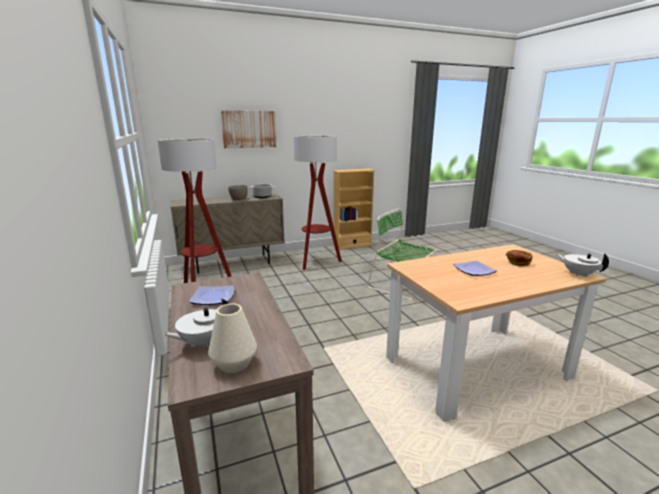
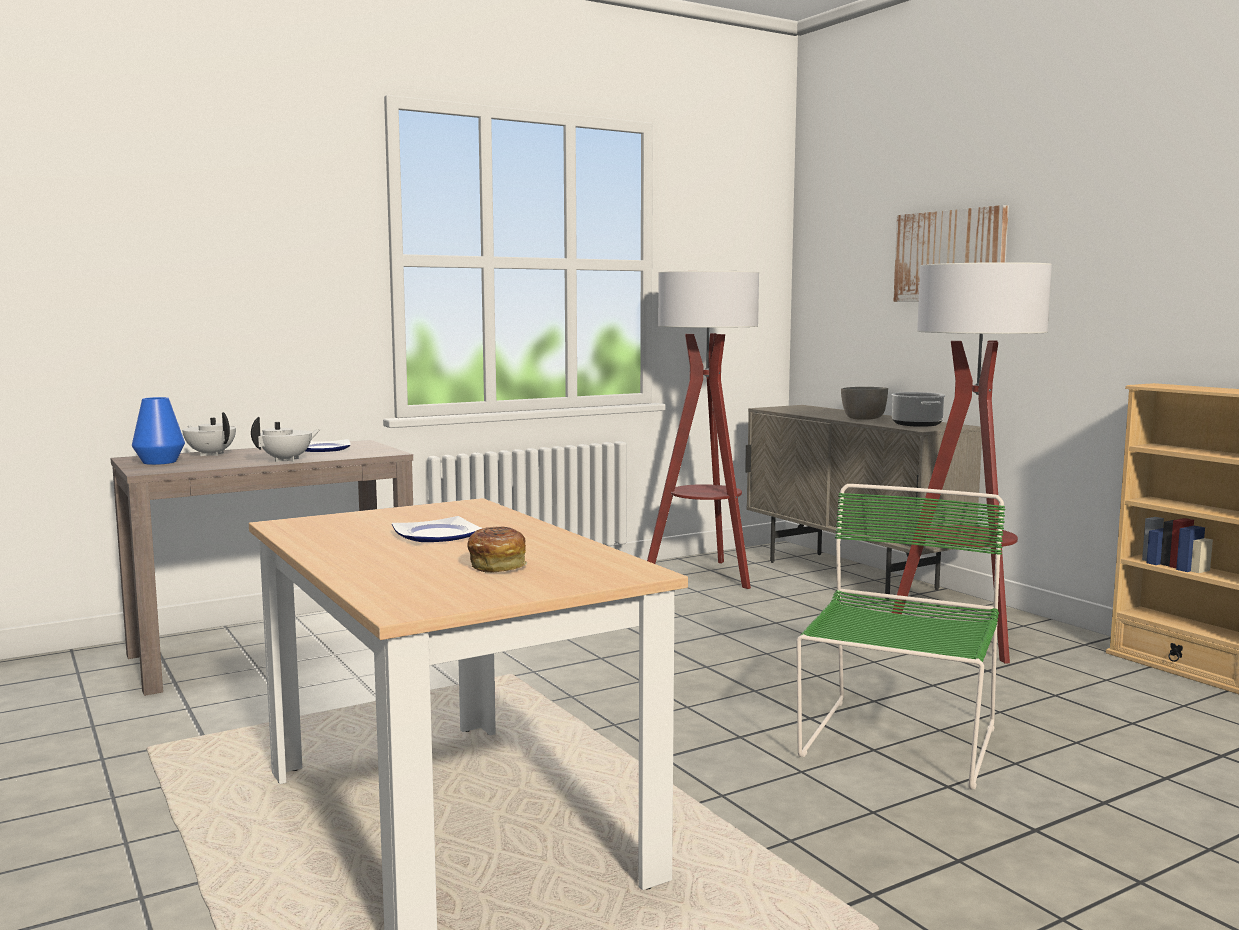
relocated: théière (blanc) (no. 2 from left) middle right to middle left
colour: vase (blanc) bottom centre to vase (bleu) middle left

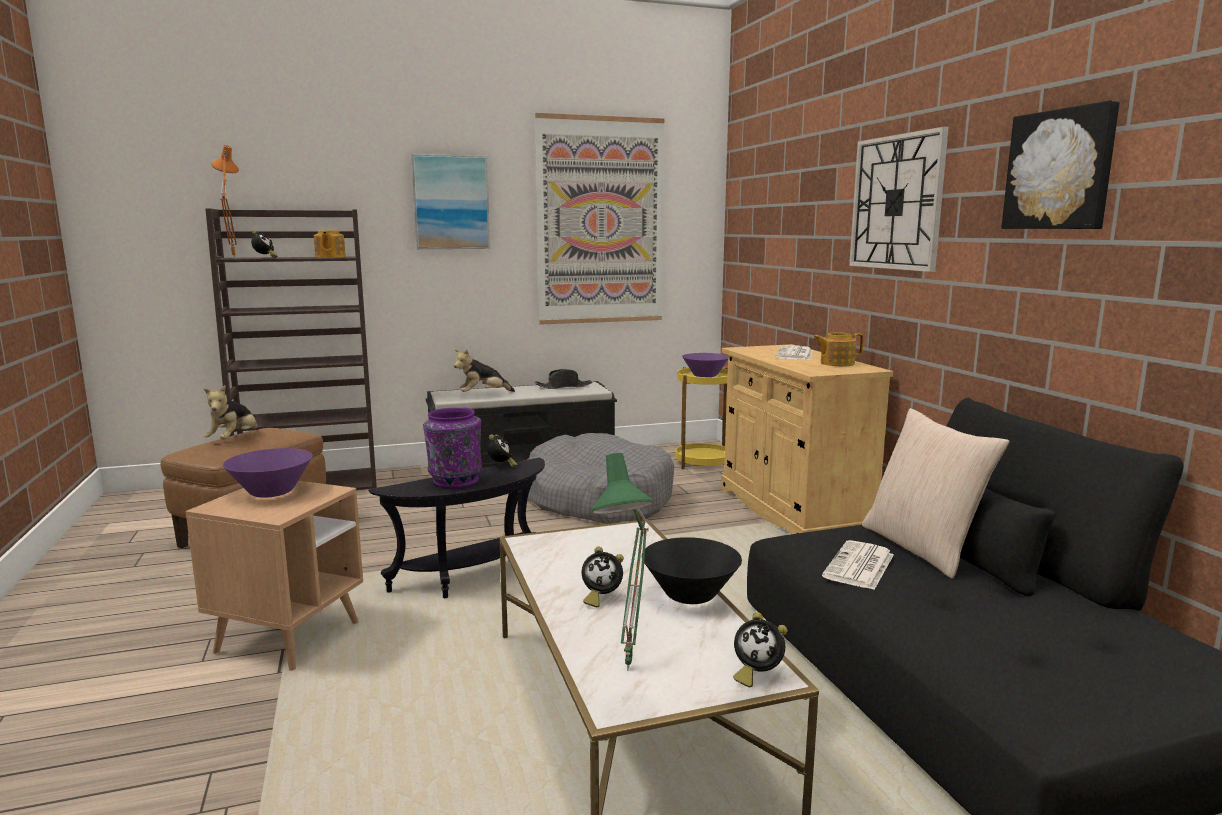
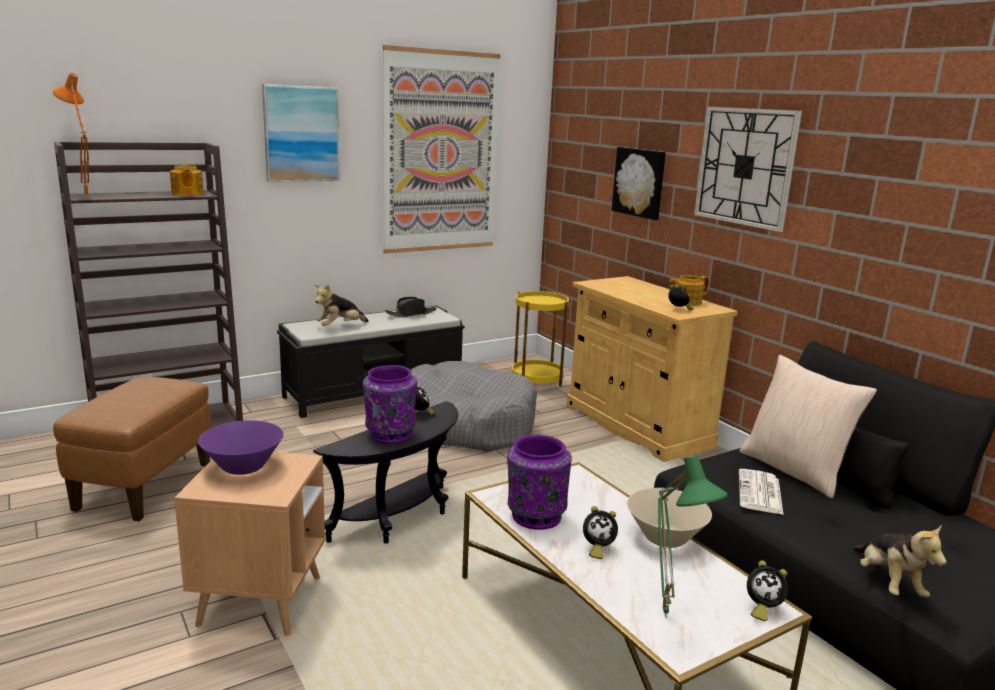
missing: journal (no. 1 from left) centre; bol (violet) (no. 2 from left) centre
appeared: vase (violet) (no. 2 from left) bottom centre
relocated: tableau (no. 3 from left) top right to top centre; réveil (no. 1 from left in the first image) top left to réveil (no. 3 from left) middle right; peluche (no. 1 from left in the first image) middle left to peluche (no. 2 from left) bottom right
colour: bol (noir) bottom centre to bol (beige) bottom right

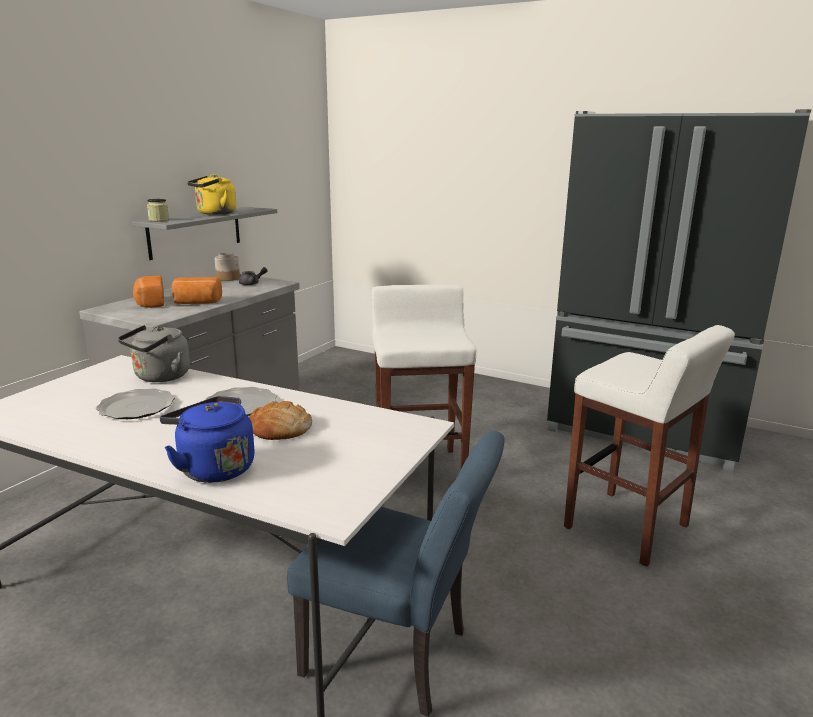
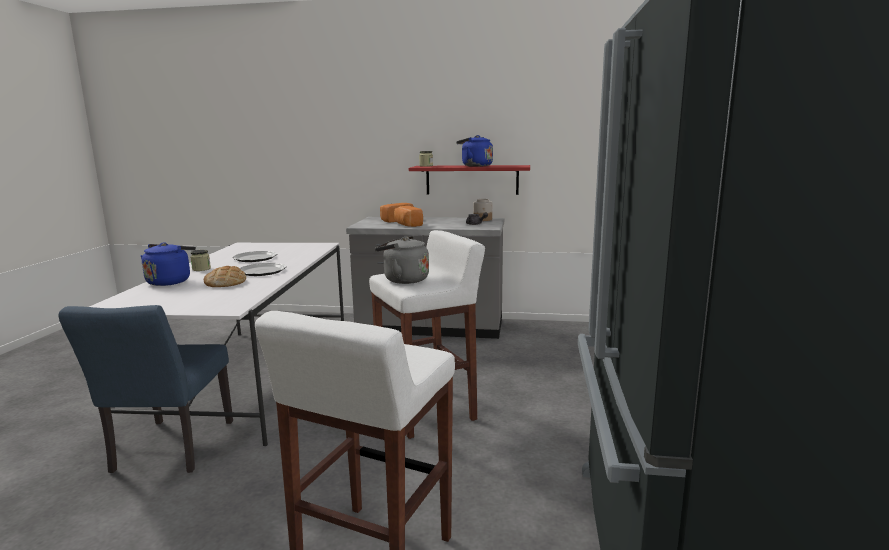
appeared: bocal (no. 1 from left) middle left
relocated: bouilloire (gris) middle left to centre
colour: bouilloire (jaune) top left to bouilloire (bleu) (no. 2 from left) top centre; étagère (gris) top left to étagère (rouge) top centre

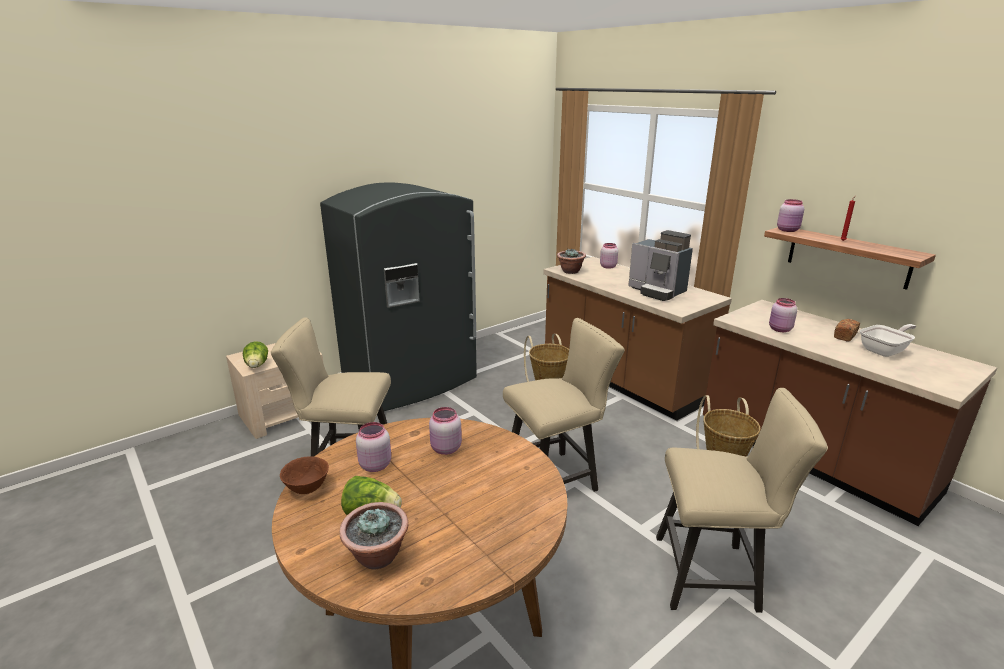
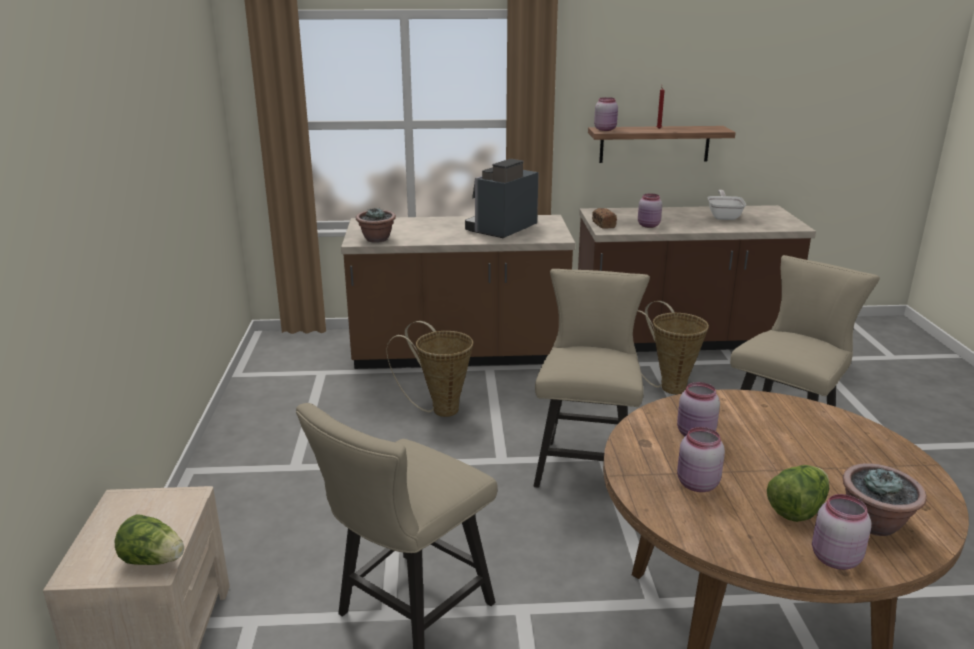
missing: réfrigérateur (gris) centre; bol (marron) bottom left
relocated: bocal (rose) (no. 3 from left in the first image) centre to bocal (rose) (no. 5 from left) bottom right; pain middle right to centre
spun: machine à café centre = top centre 135 degrees clockwise

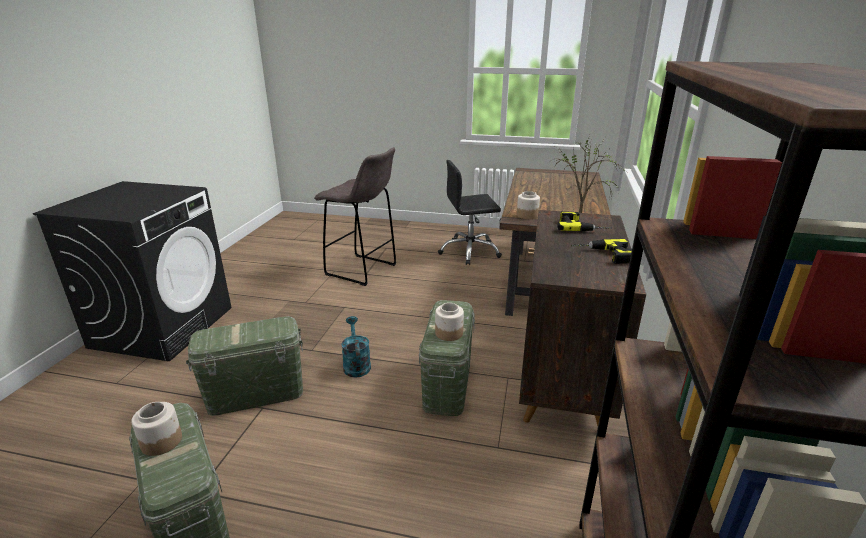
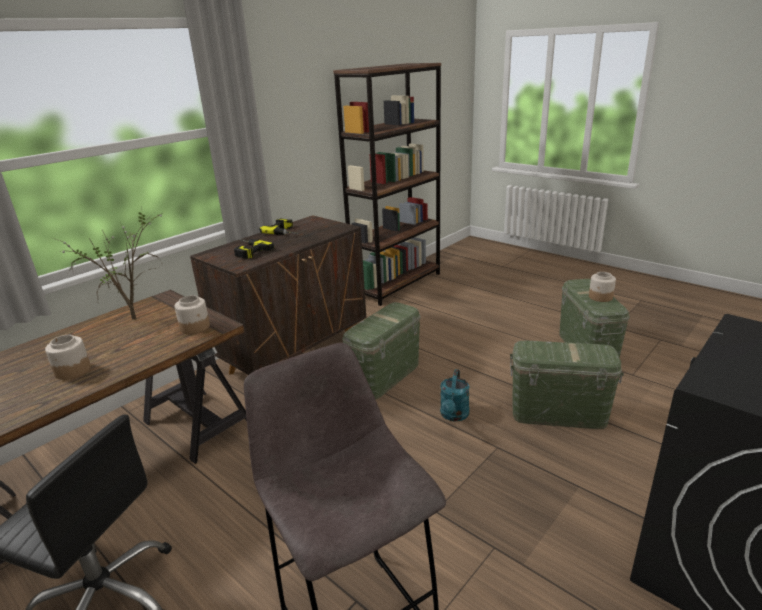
relocated: bocal (no. 2 from left in the first image) centre to bocal (no. 1 from left) middle left

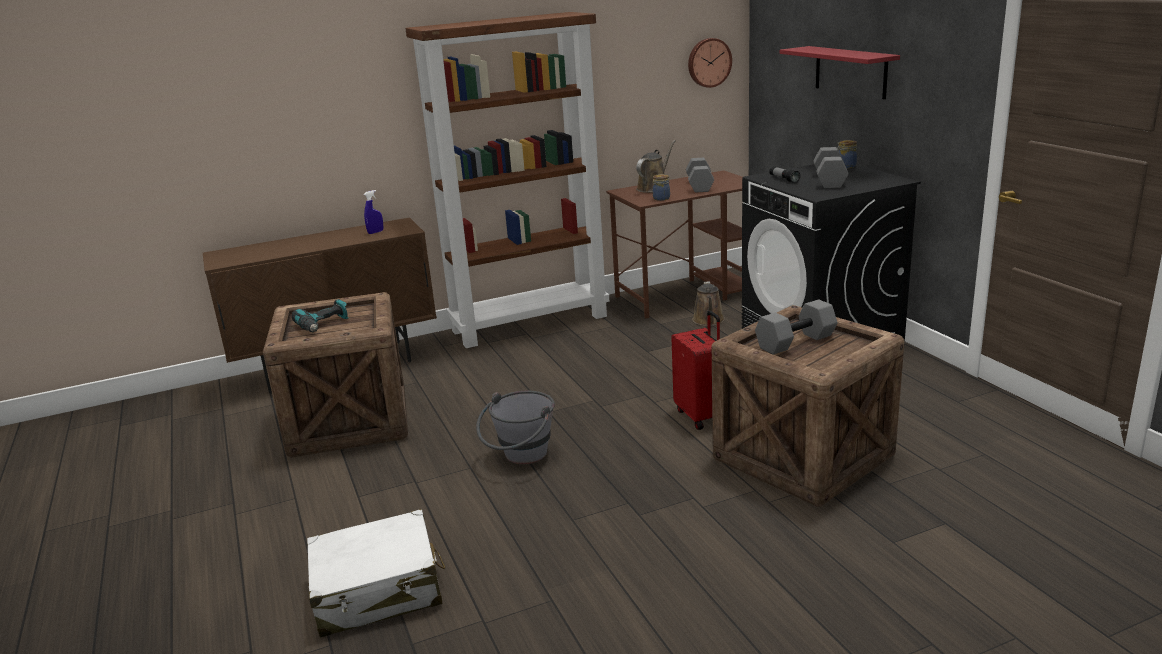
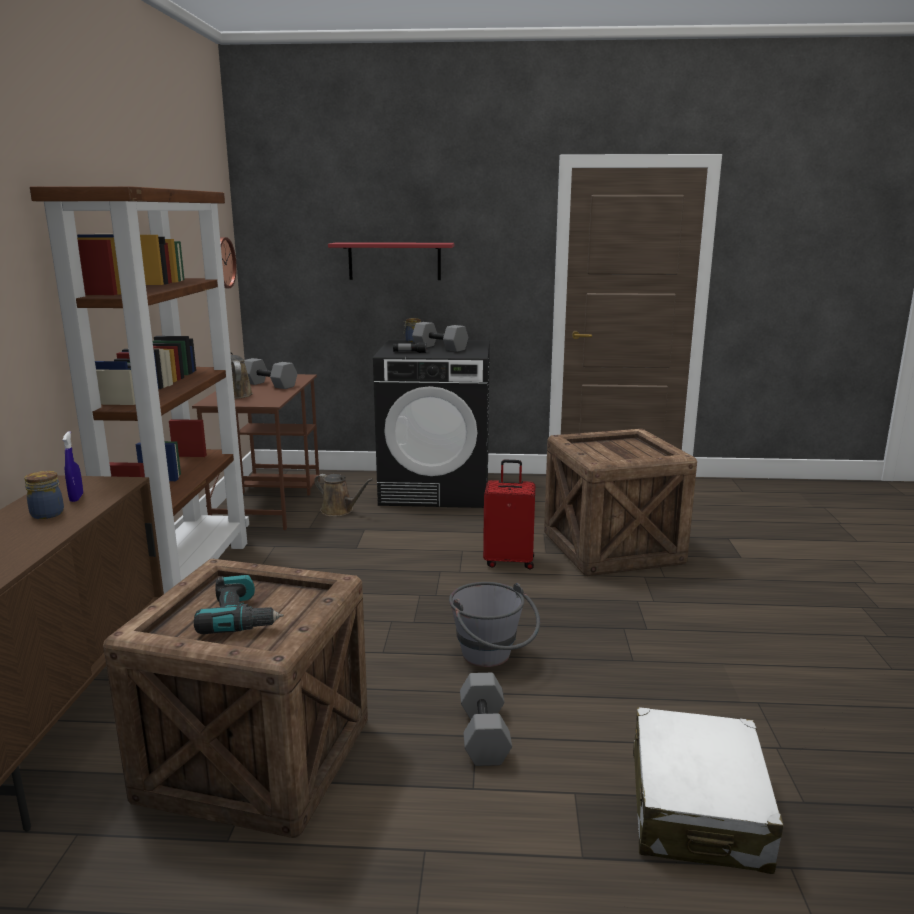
relocated: bocal (no. 1 from left) top centre to middle left; haltère (gris) (no. 2 from left in the first image) middle right to haltère (gris) (no. 3 from left) bottom centre

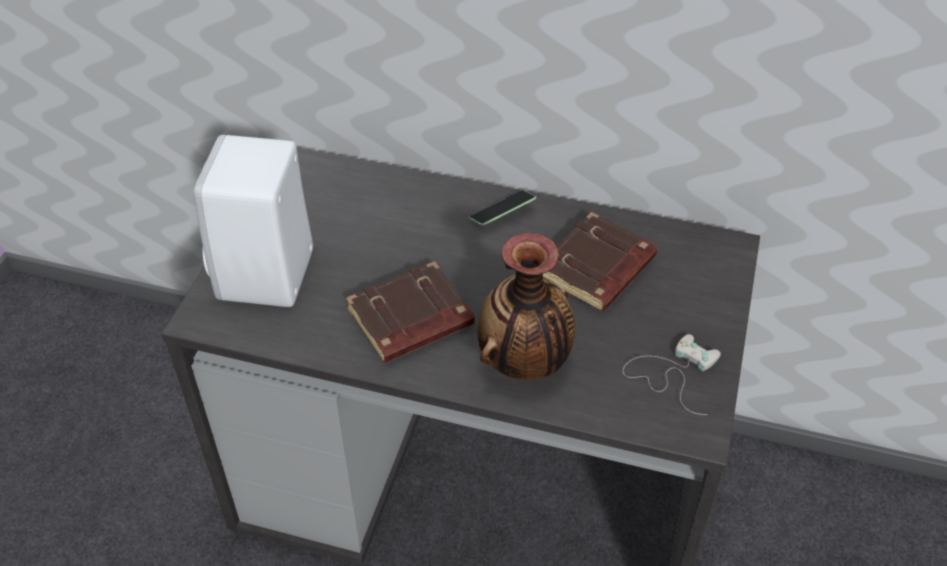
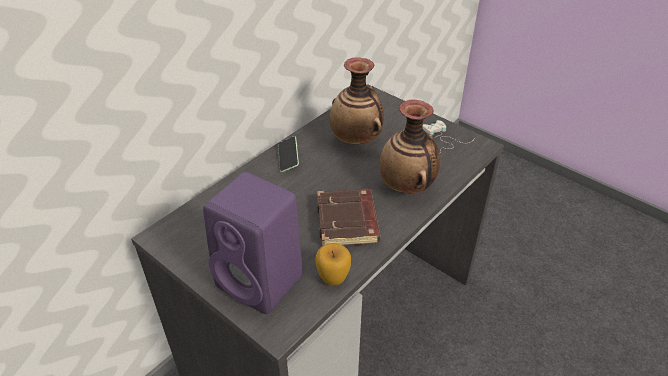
appeared: pomme bottom centre
exchanged: livre (marron) (no. 2 from left) centre to vase (no. 1 from left) top centre
colour: enceinte (blanc) middle left to enceinte (violet) centre

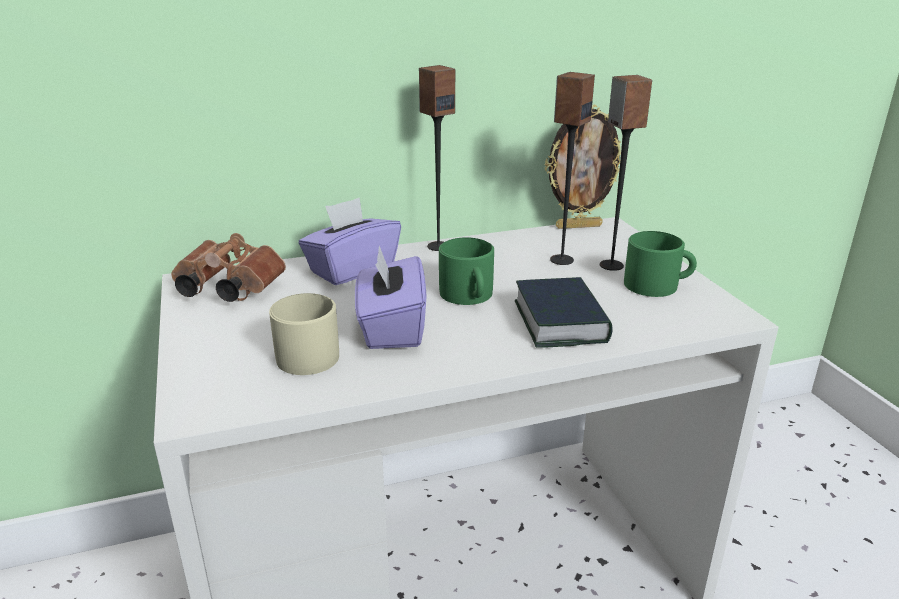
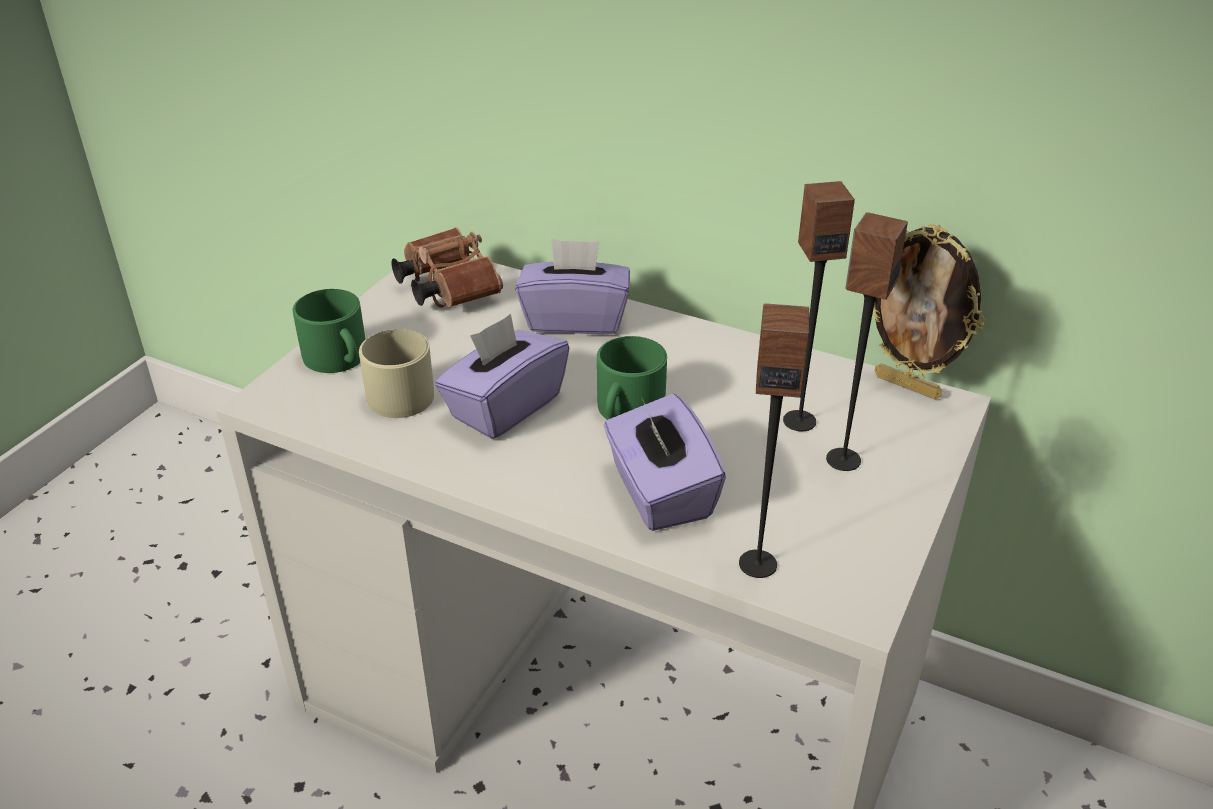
relocated: enceinte (no. 1 from left) top centre to centre; mug (vert) (no. 2 from left in the first image) middle right to mug (vert) (no. 1 from left) middle left
exchanged: livre centre to boîte à mouchoirs (violet) (no. 3 from left) centre

